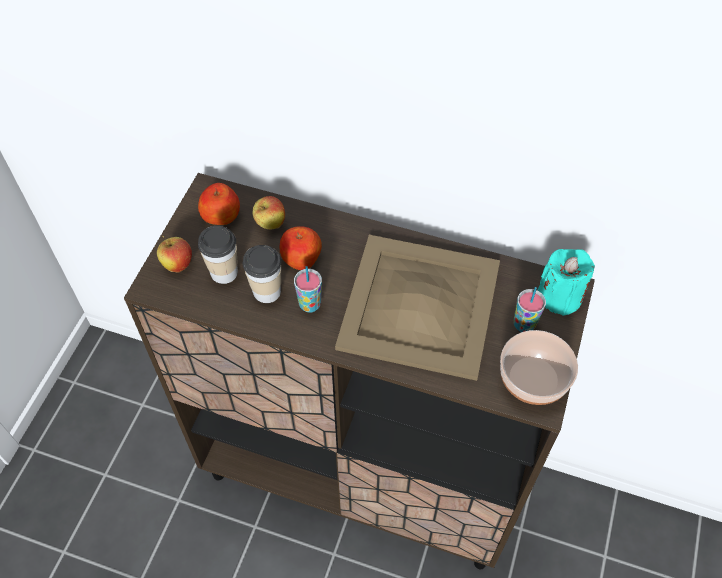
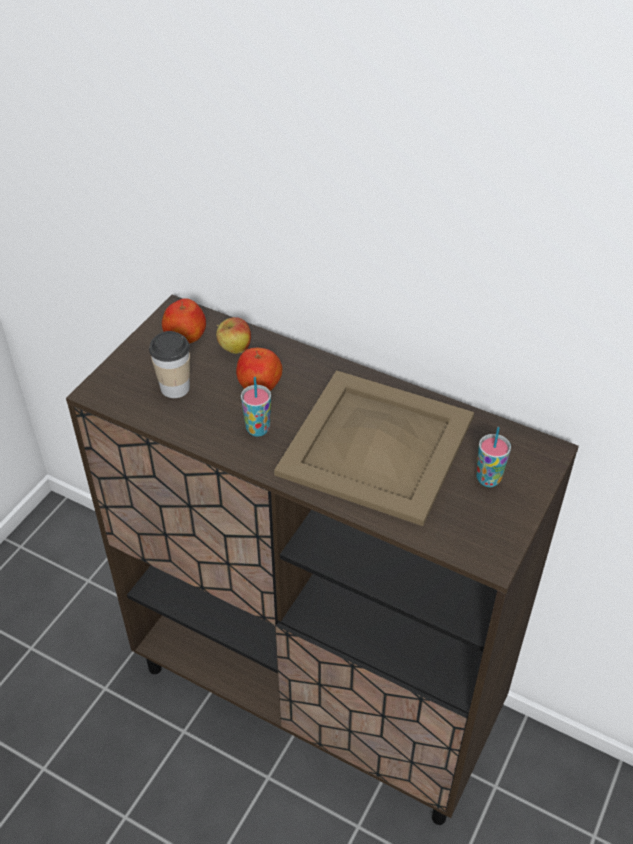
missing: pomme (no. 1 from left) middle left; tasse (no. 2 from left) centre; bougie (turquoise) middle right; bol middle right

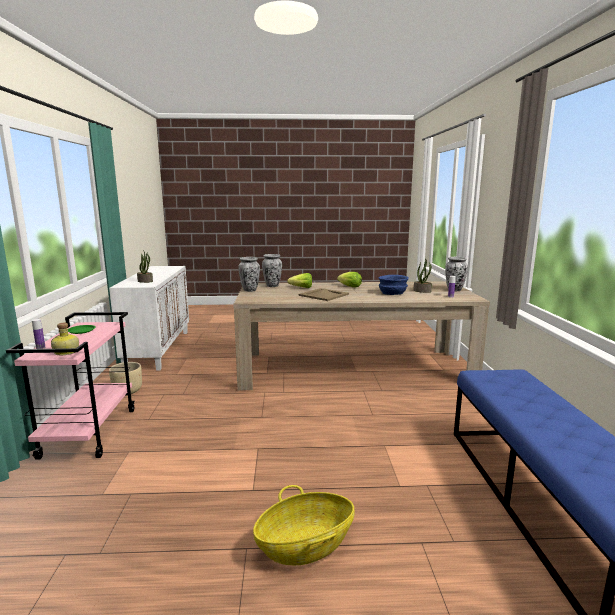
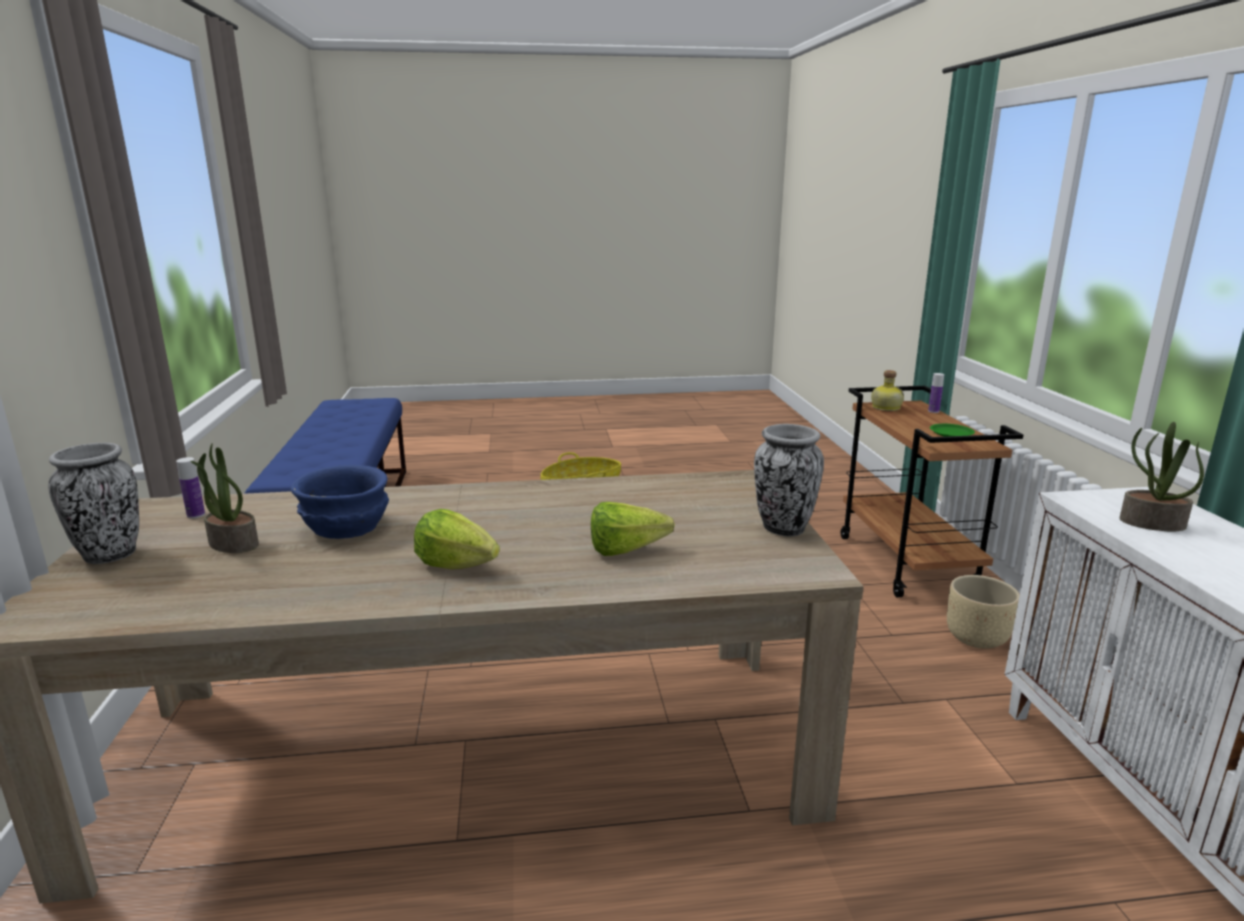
missing: vase (no. 2 from left) centre; plateau (beige) centre
colour: chariot (rose) middle left to chariot (marron) middle right

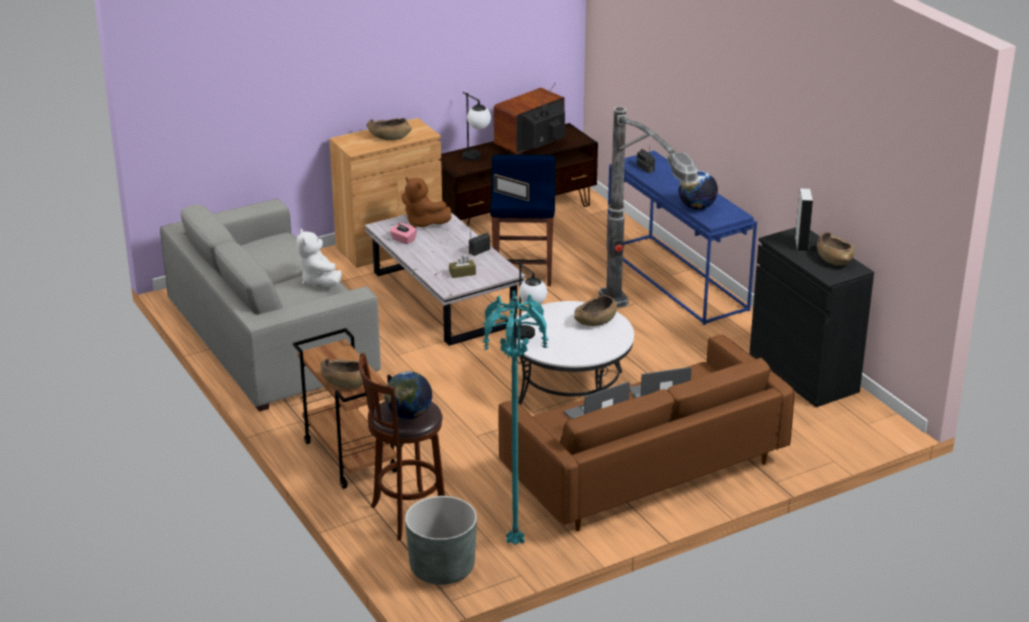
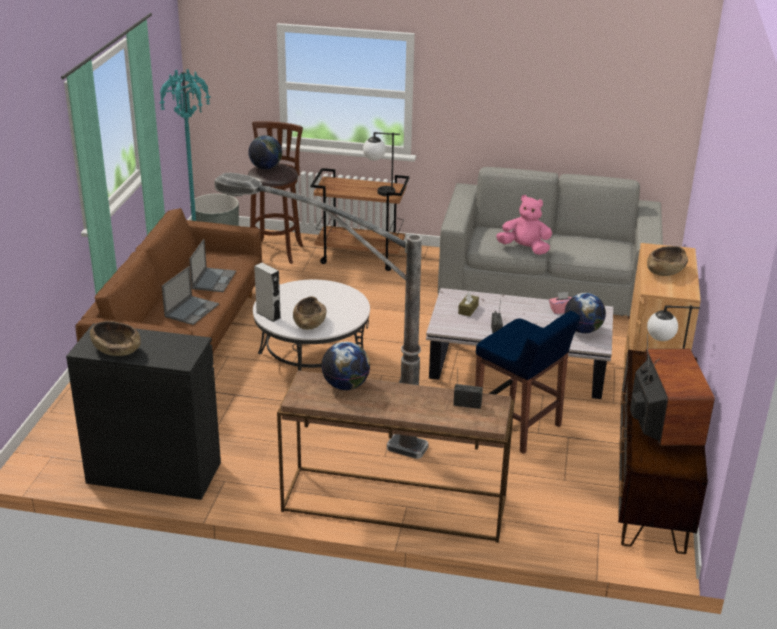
missing: cadre photo top centre; bol (marron) (no. 1 from left) middle left
relocated: enceinte (gris) middle right to centre; lampe de table (no. 2 from left in the first image) centre to lampe de table (no. 1 from left) top centre
exchanged: peluche (marron) top centre to globe (no. 3 from left) middle right
colour: table console (bleu) centre to table console (marron) bottom centre; peluche (blanc) middle left to peluche (rose) middle right

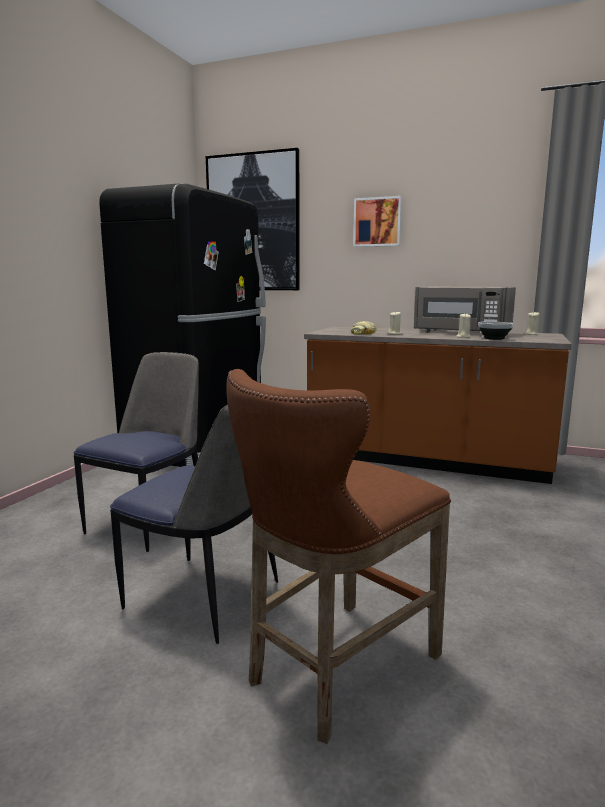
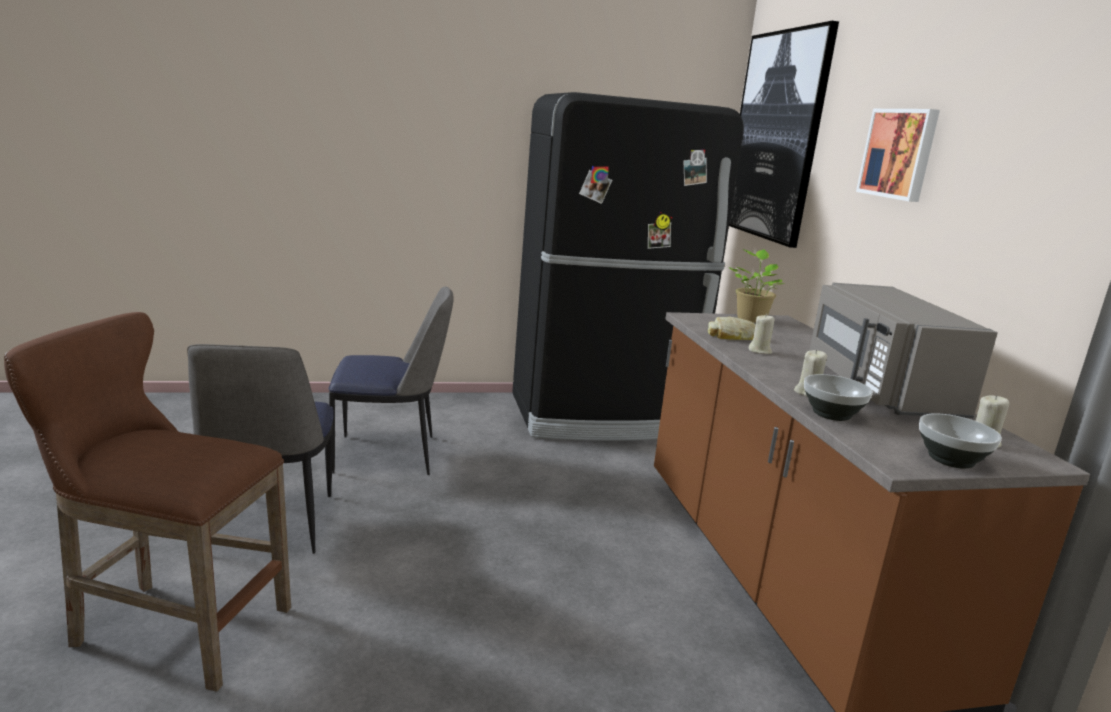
appeared: plante en pot middle right; bol (no. 2 from left) middle right

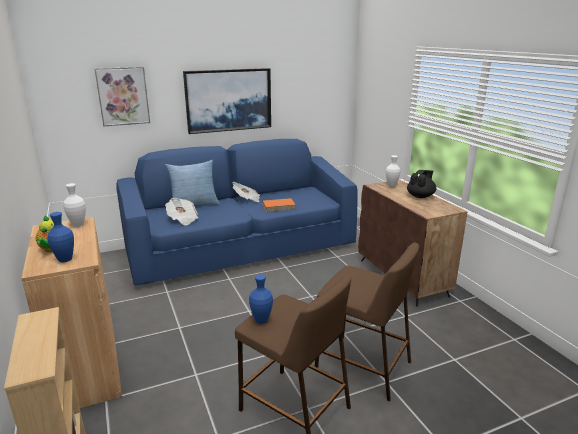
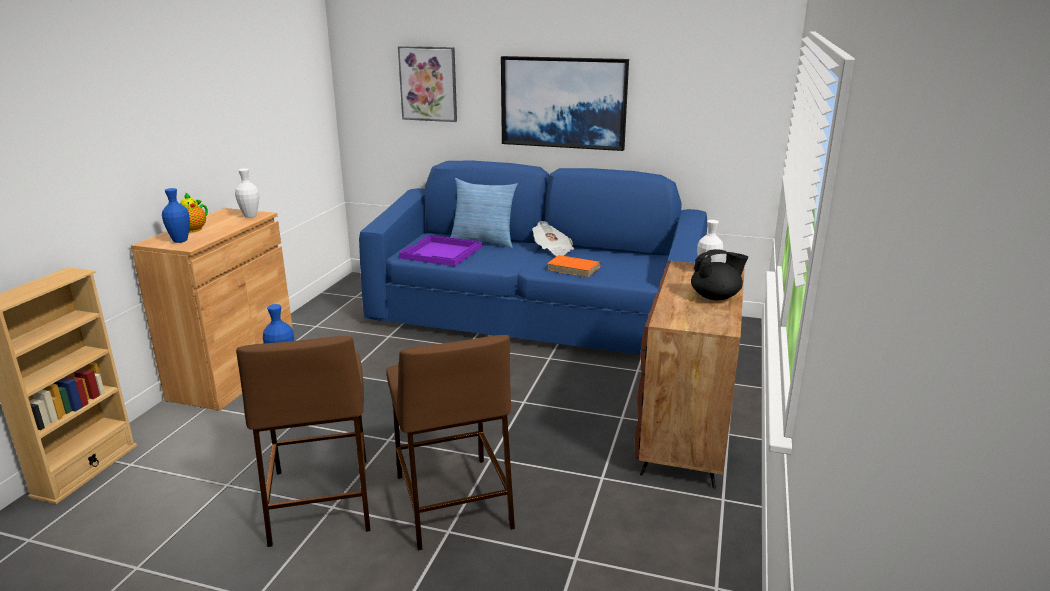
exchanged: journal (no. 1 from left) middle left to plateau (violet) centre

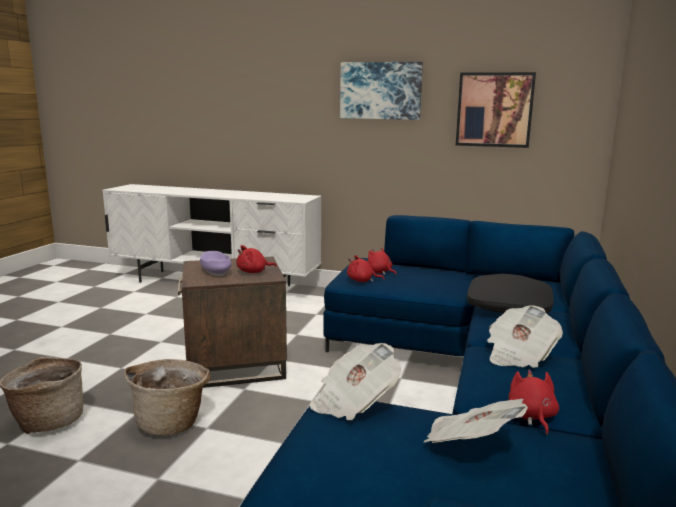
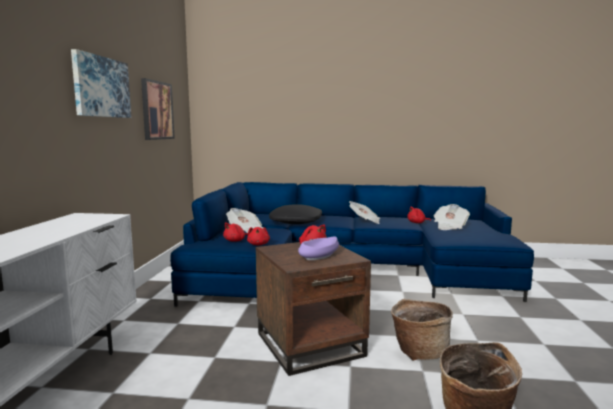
relocated: journal (no. 1 from left) bottom centre to centre

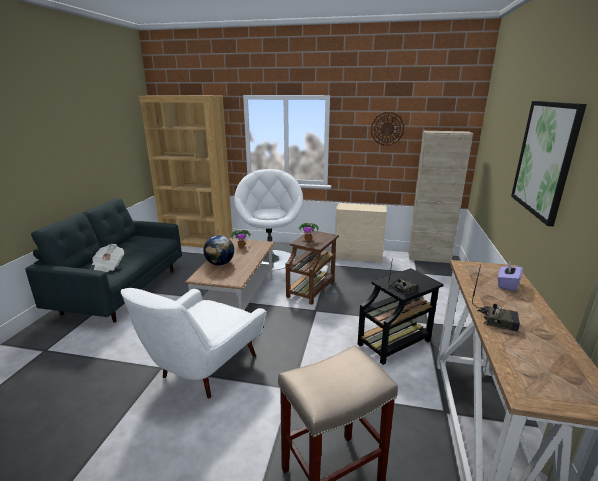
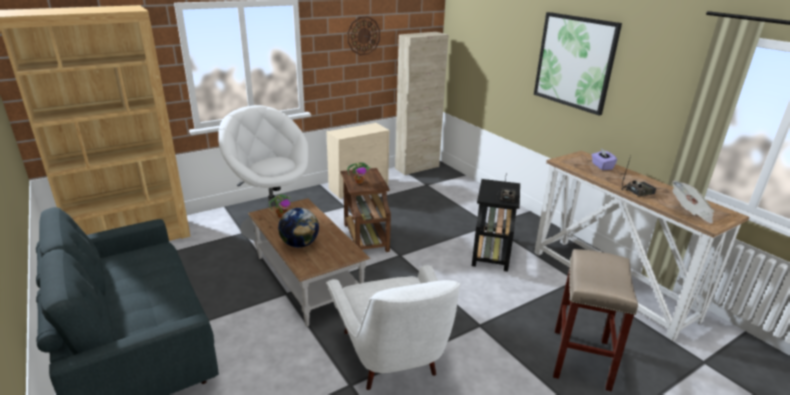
relocated: journal middle left to middle right

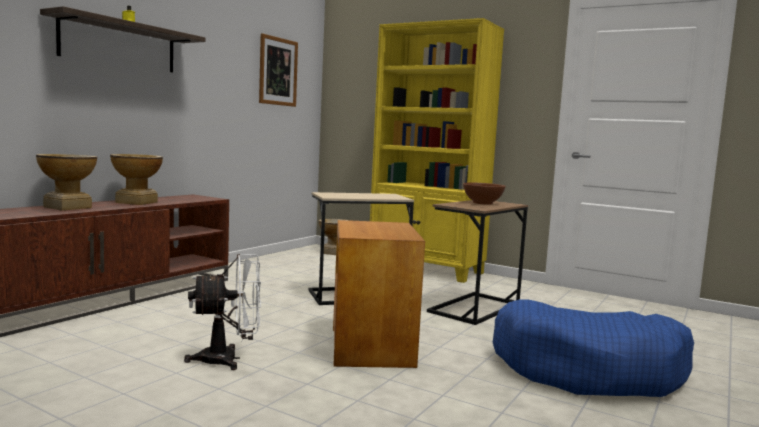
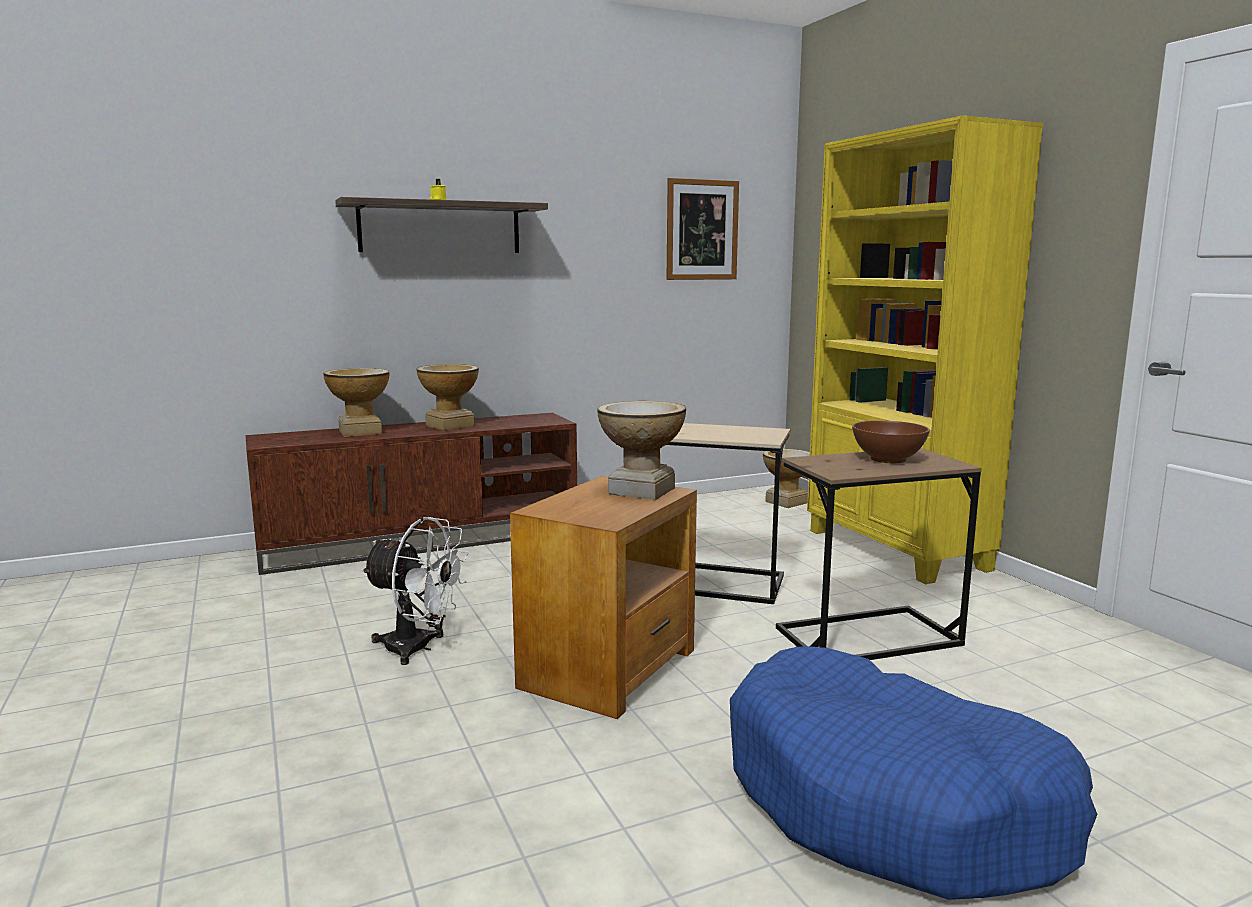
appeared: vase (no. 3 from left) centre

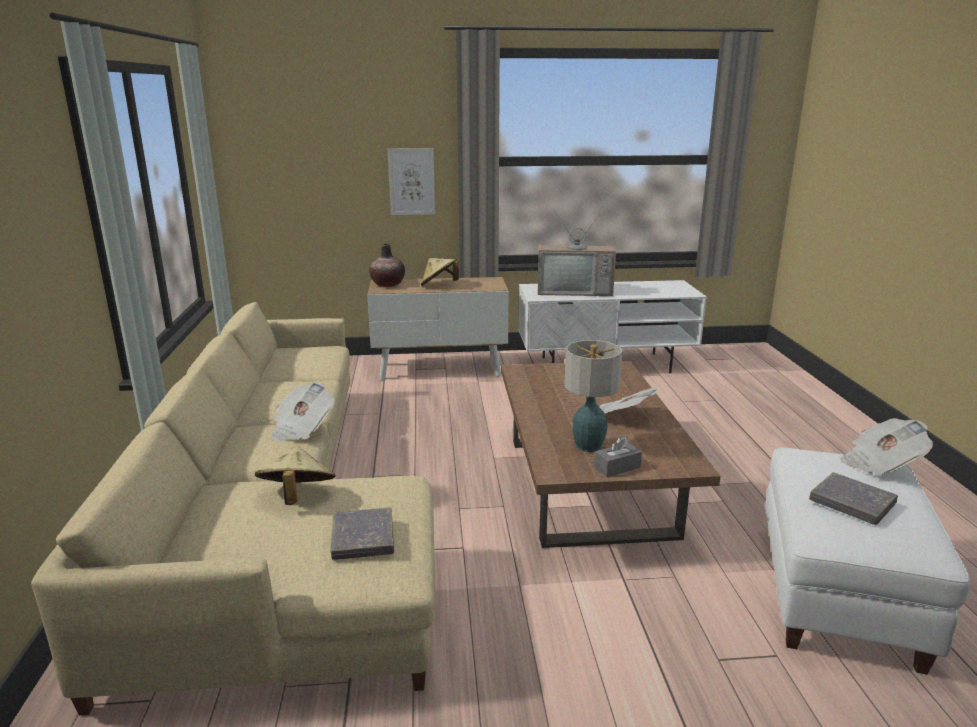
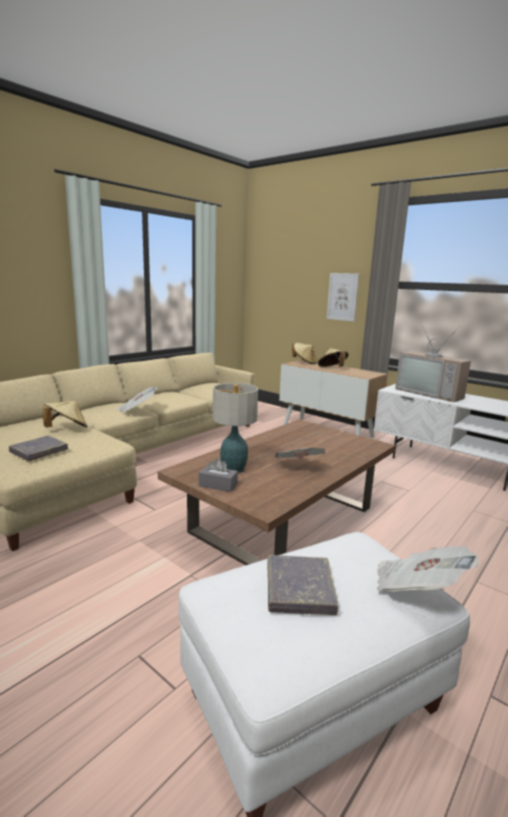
exchanged: vase centre to chapeau (beige) (no. 2 from left) centre

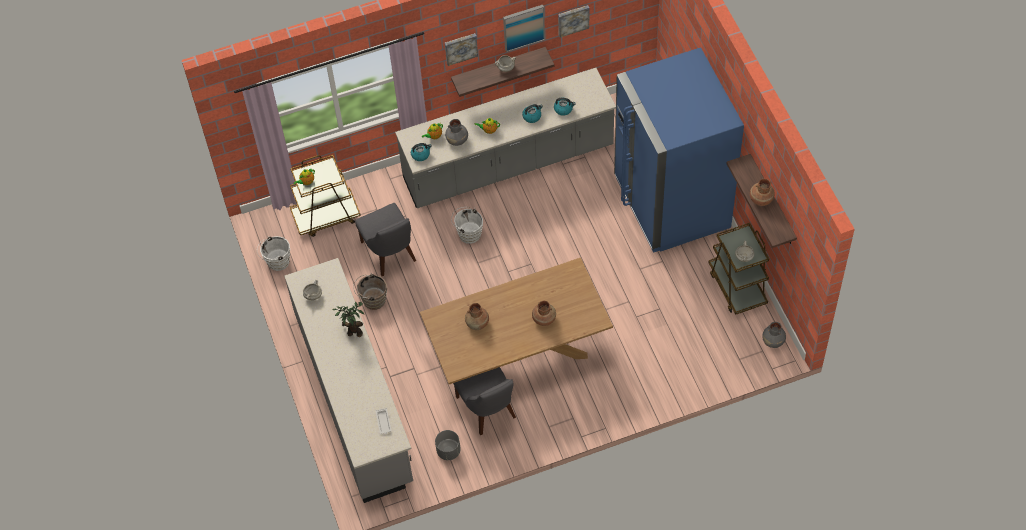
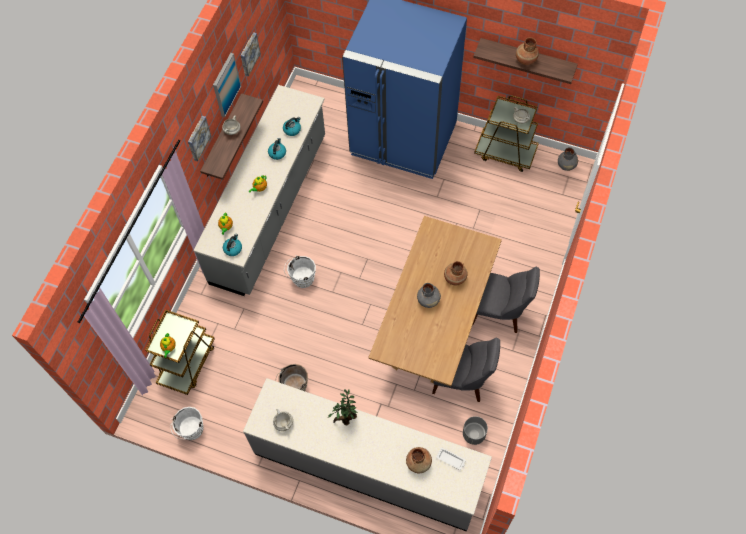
relocated: vase (gris) (no. 1 from left) top centre to centre; chaise (gris) (no. 1 from left in the first image) centre to chaise (gris) (no. 2 from left) middle right; vase (marron) (no. 1 from left) centre to bottom centre

